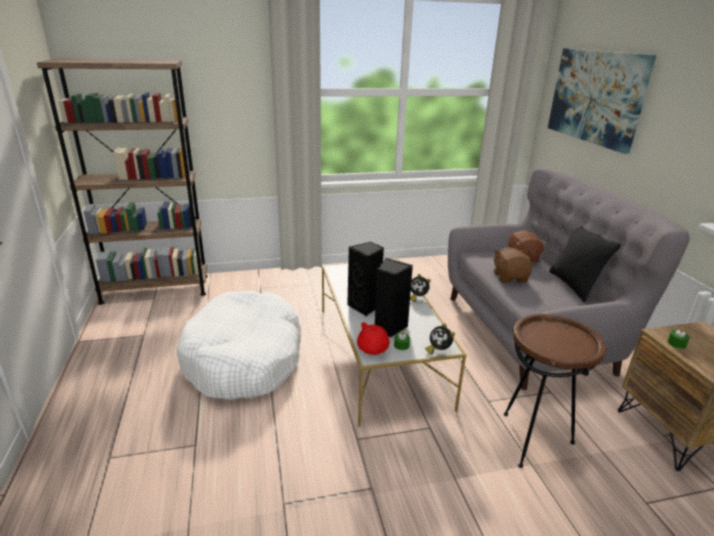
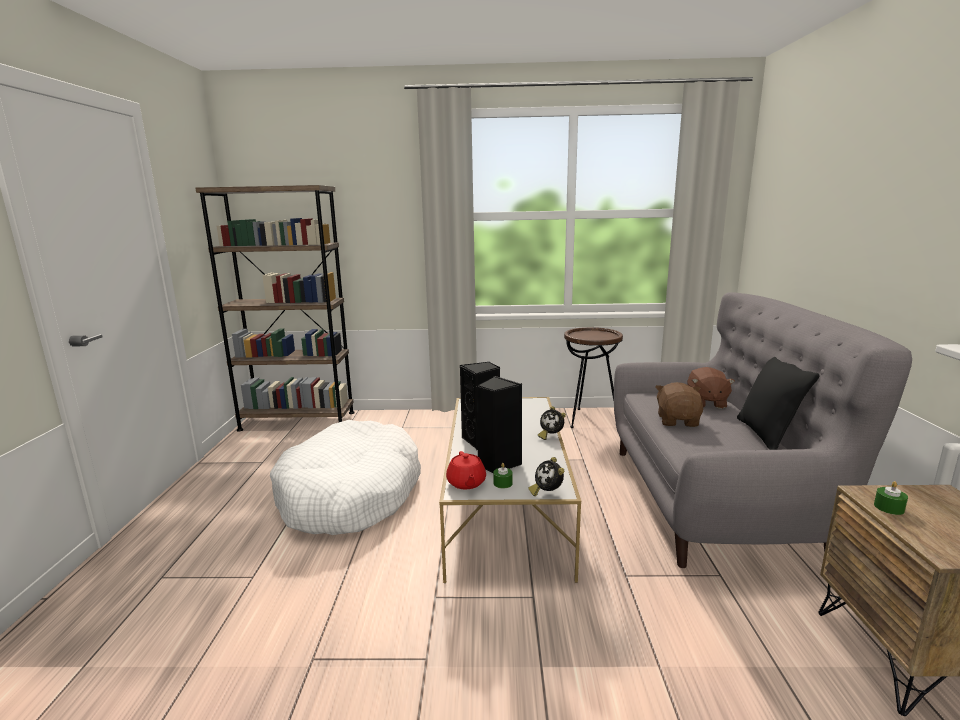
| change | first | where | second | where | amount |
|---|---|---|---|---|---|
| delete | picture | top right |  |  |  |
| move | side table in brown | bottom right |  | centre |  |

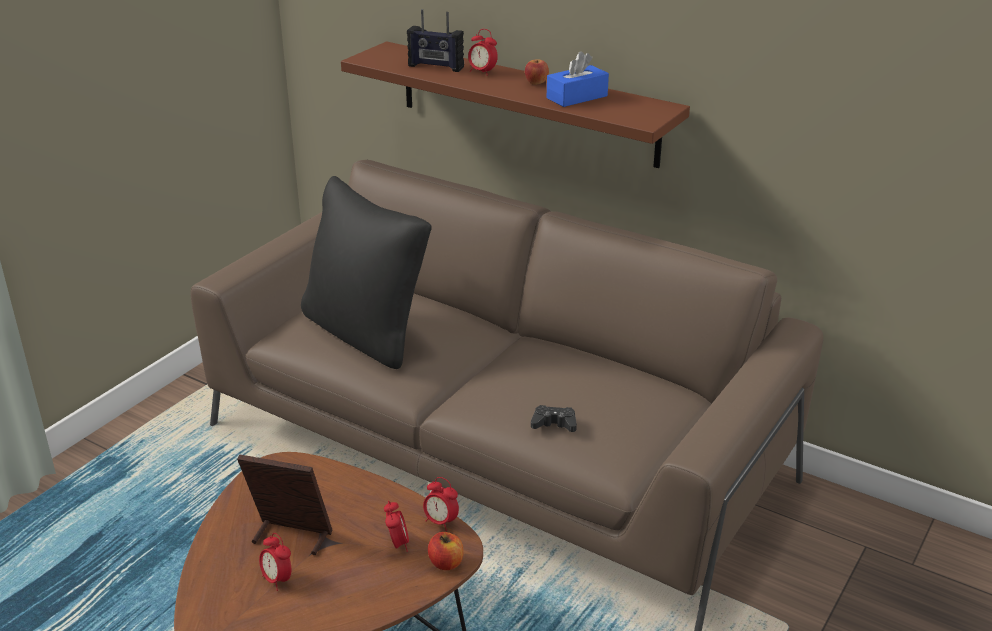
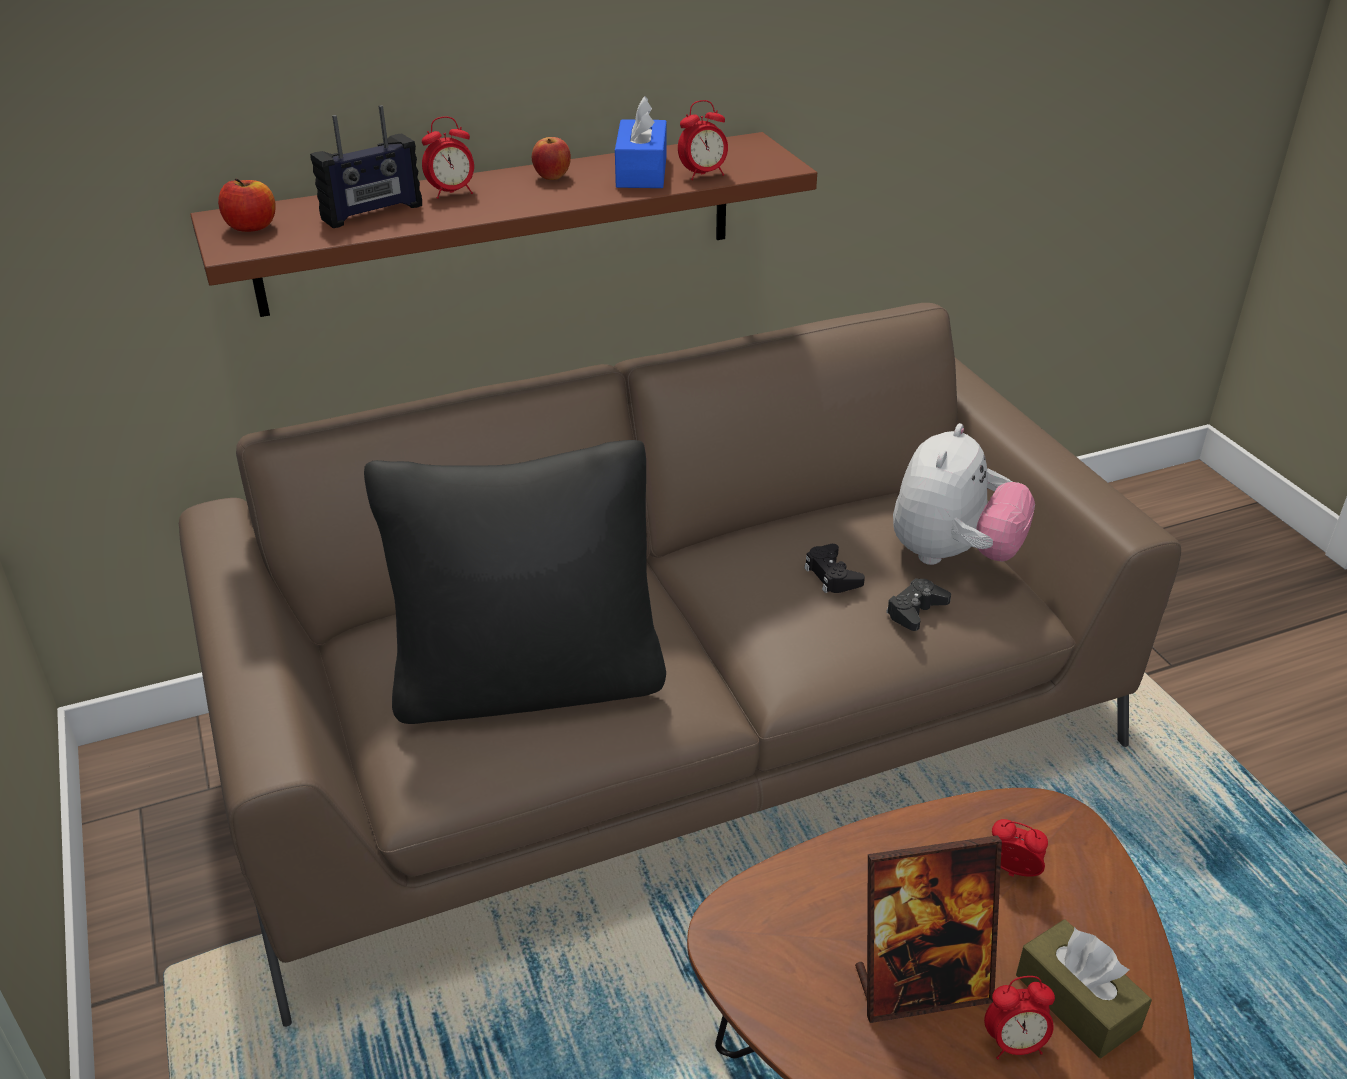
| change | first | where | second | where | amount |
|---|---|---|---|---|---|
| rotate | picture frame | bottom left |  | bottom right | 150 degrees counterclockwise |
| move | alarm clock (3rd from left in the first image) | bottom centre | alarm clock (2nd from left) | top centre |  |
| move | apple (1st from left) | bottom centre |  | top left |  |
| insert |  |  | plush toy | middle right |  |
| insert |  |  | game controller in black (1st from left) | centre |  |
| insert |  |  | tissue box in brown | bottom right |  |

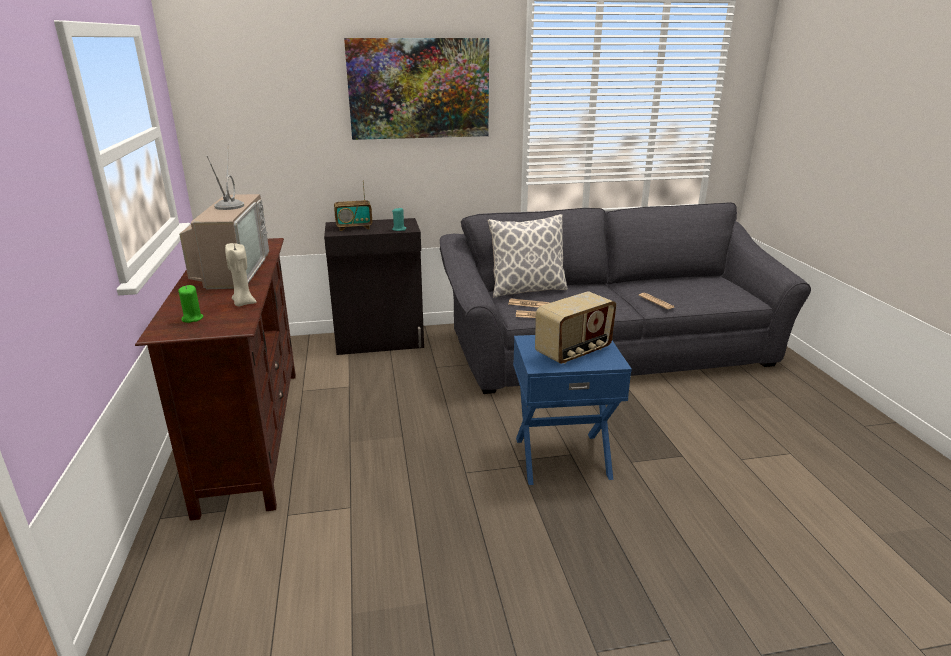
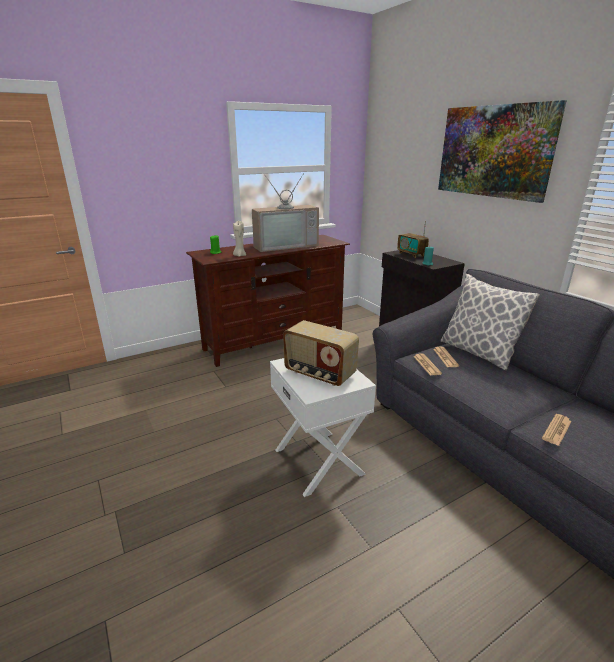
| change | first | where | second | where | amount |
|---|---|---|---|---|---|
| recolor | side table in blue | centre | side table in white | centre |  |

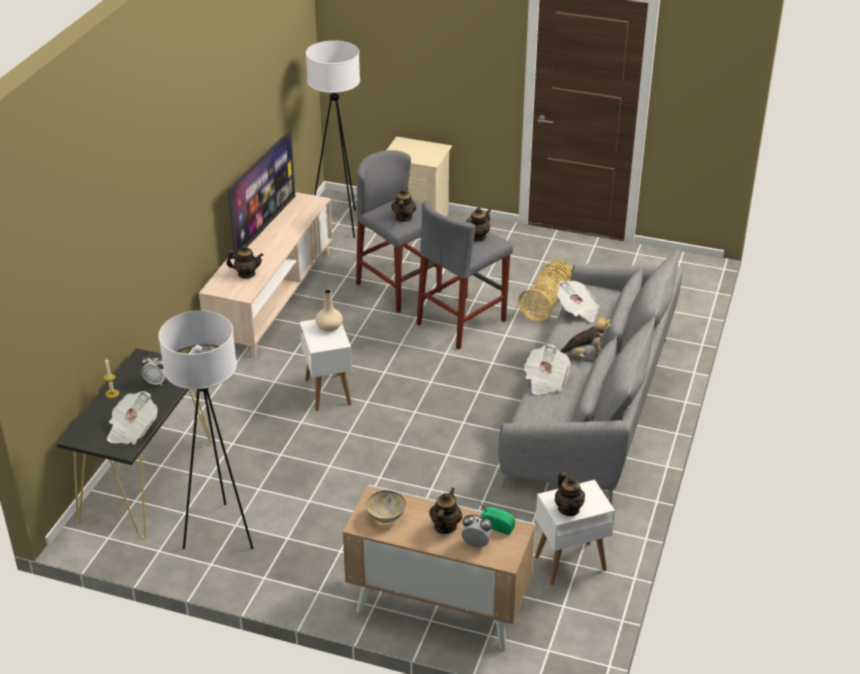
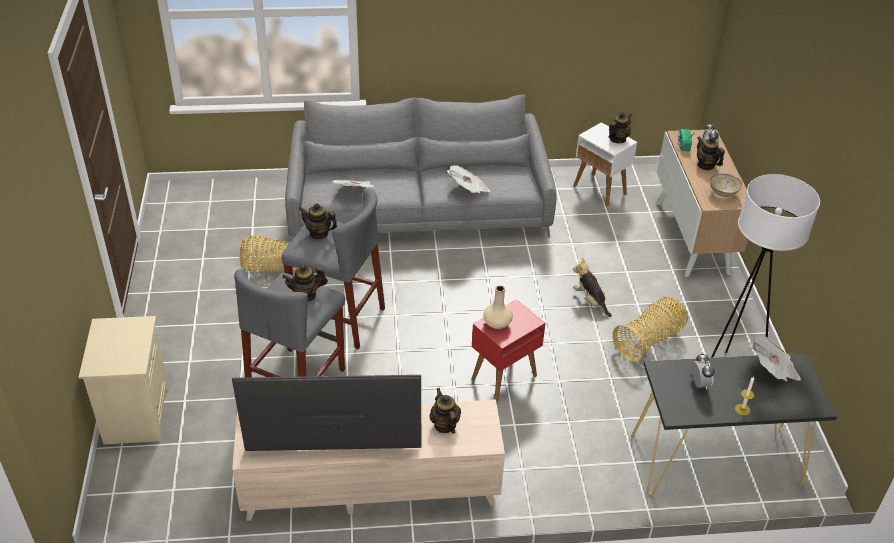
| change | first | where | second | where | amount |
|---|---|---|---|---|---|
| delete | floor lamp in white (2nd from left) | top centre |  |  |  |
| move | plush toy | middle right |  | centre |  |
| recolor | side table in white (1st from left) | centre | side table in red | centre |  |
| rotate | teapot (3rd from left in the first image) | bottom centre | teapot (5th from left) | top right | 60 degrees clockwise |
| insert |  |  | basket (2nd from left) | middle right |  |

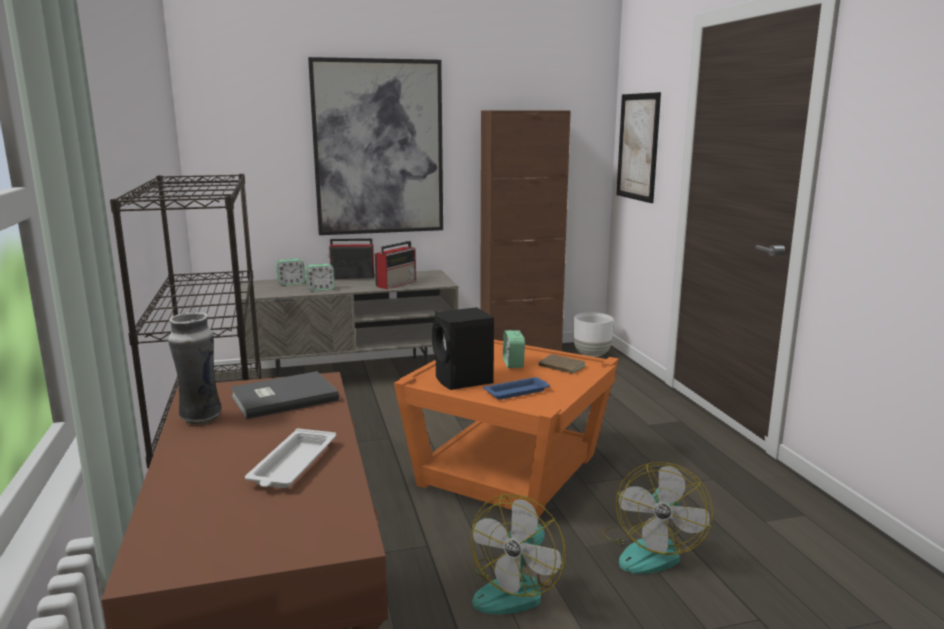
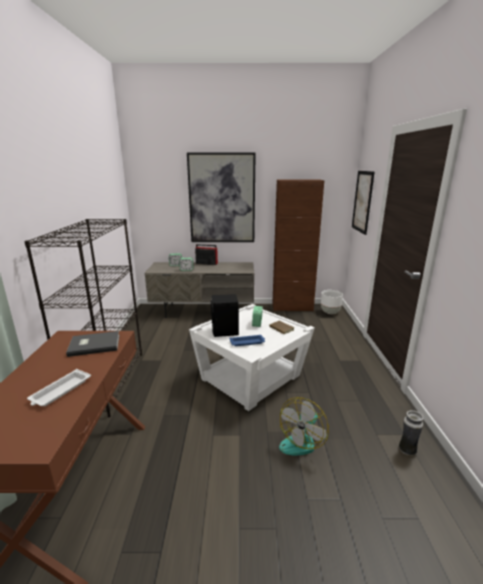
| change | first | where | second | where | amount |
|---|---|---|---|---|---|
| delete | radio (2nd from left) | centre |  |  |  |
| move | vase | middle left |  | bottom right |  |
| recolor | side table in orange | bottom centre | side table in white | centre |  |
| delete | fan (1st from left) | bottom centre |  |  |  |

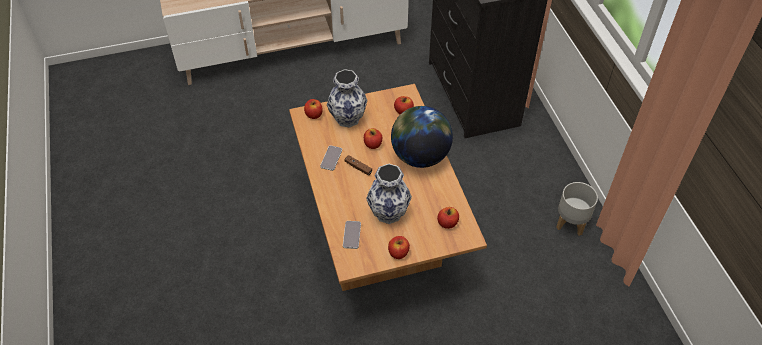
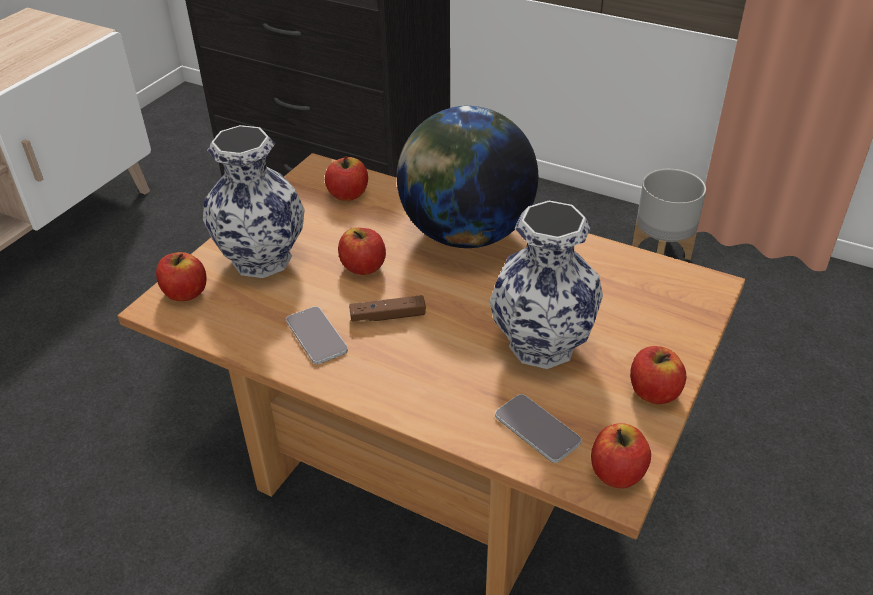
| change | first | where | second | where | amount |
|---|---|---|---|---|---|
| move | apple (5th from left in the first image) | centre | apple (4th from left) | bottom right |  |

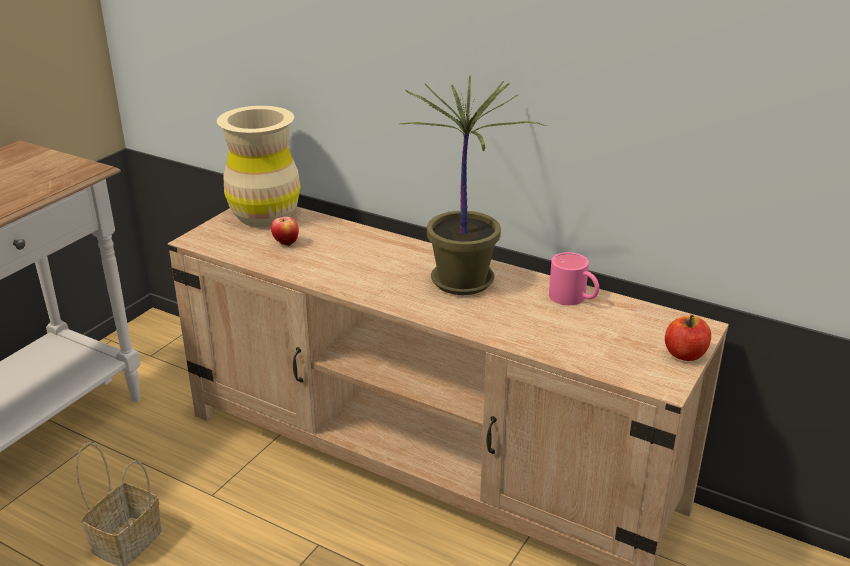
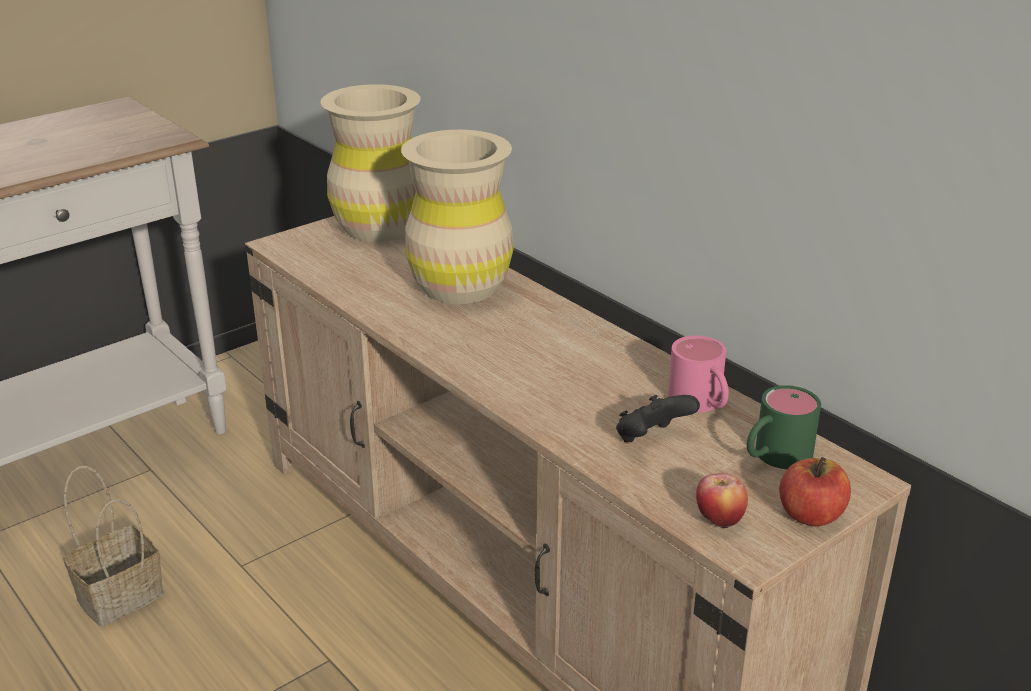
| change | first | where | second | where | amount |
|---|---|---|---|---|---|
| delete | potted plant | top centre |  |  |  |
| move | apple (1st from left) | centre |  | bottom right |  |
| insert |  |  | vase in beige (2nd from left) | top centre |  |
| insert |  |  | mug in green | middle right |  |
| insert |  |  | game controller in black | centre |  |

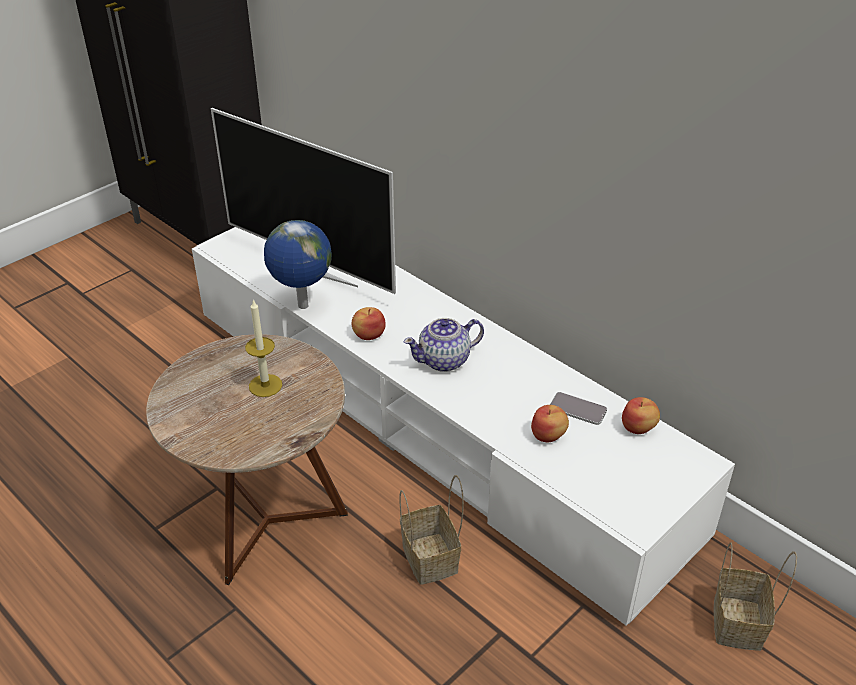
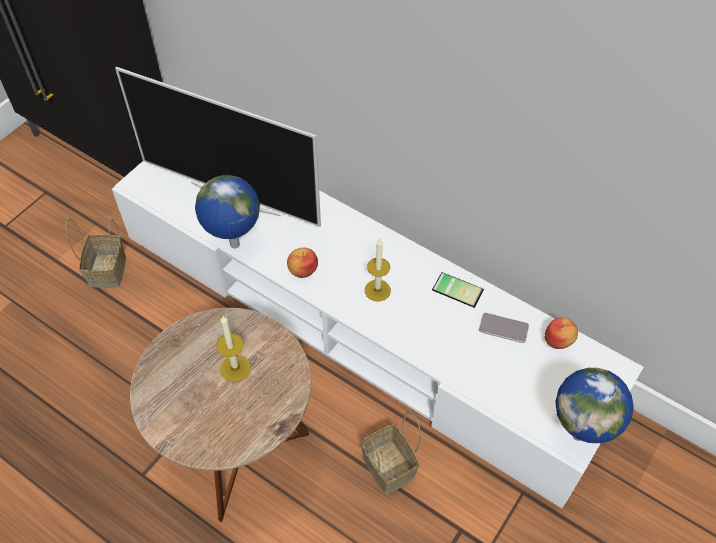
| change | first | where | second | where | amount |
|---|---|---|---|---|---|
| replace | teapot | centre | candle (2nd from left) | centre |  |
| delete | apple (2nd from left) | centre |  |  |  |
| move | basket (2nd from left in the first image) | bottom right | basket (1st from left) | middle left |  |
| insert |  |  | phone (1st from left) | centre |  |
| insert |  |  | globe (2nd from left) | bottom right |  |

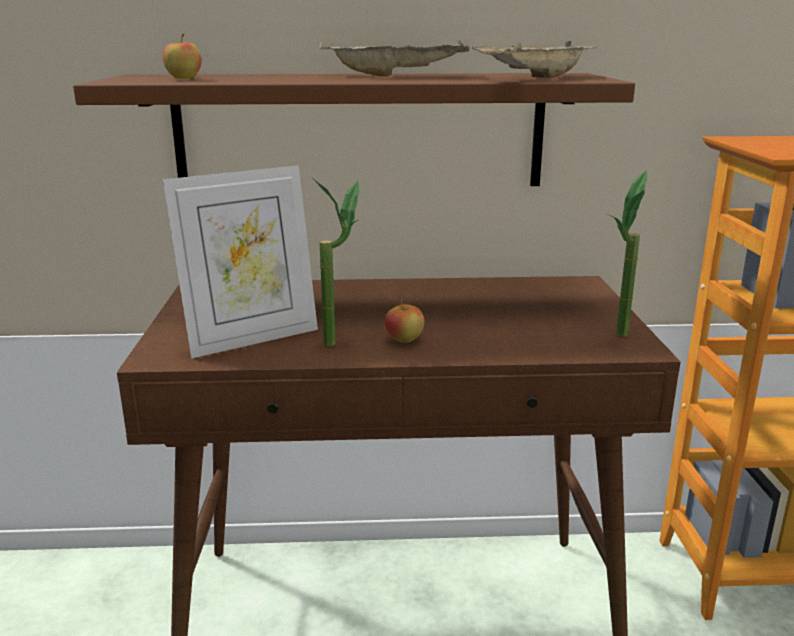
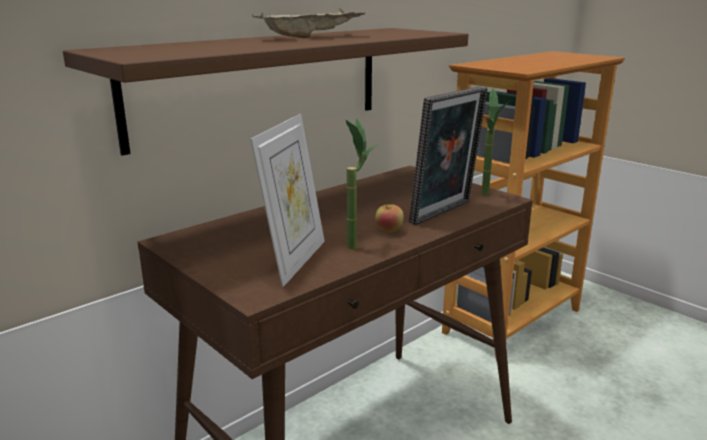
| change | first | where | second | where | amount |
|---|---|---|---|---|---|
| delete | apple (1st from left) | top left |  |  |  |
| delete | tray in beige (2nd from left) | top right |  |  |  |
| insert |  |  | picture frame (2nd from left) | centre |  |

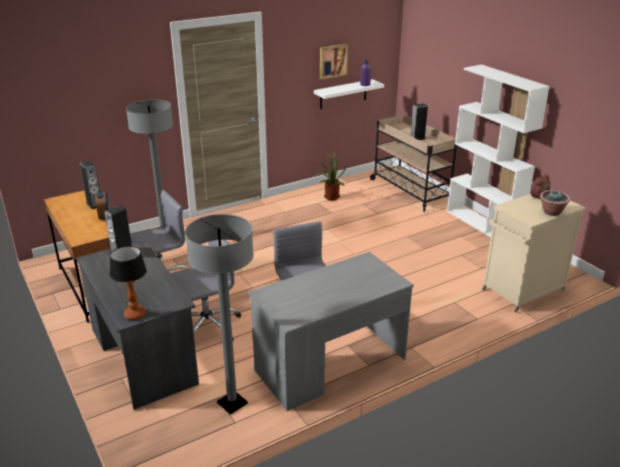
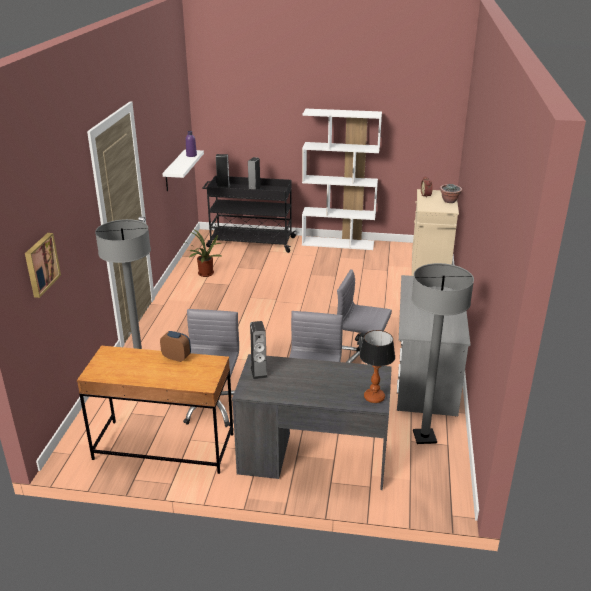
| change | first | where | second | where | amount |
|---|---|---|---|---|---|
| move | picture | top centre |  | middle left |  |
| recolor | cart in beige | centre | cart in black | centre |  |
| move | speaker (1st from left) | middle left |  | top centre |  |

